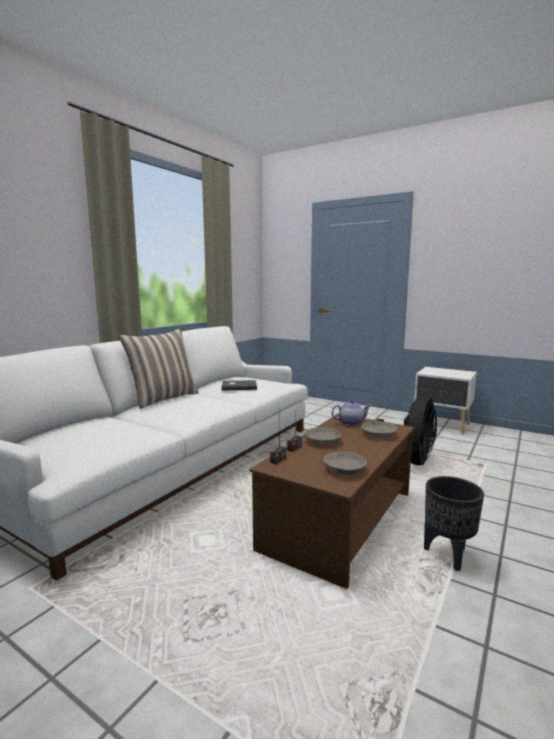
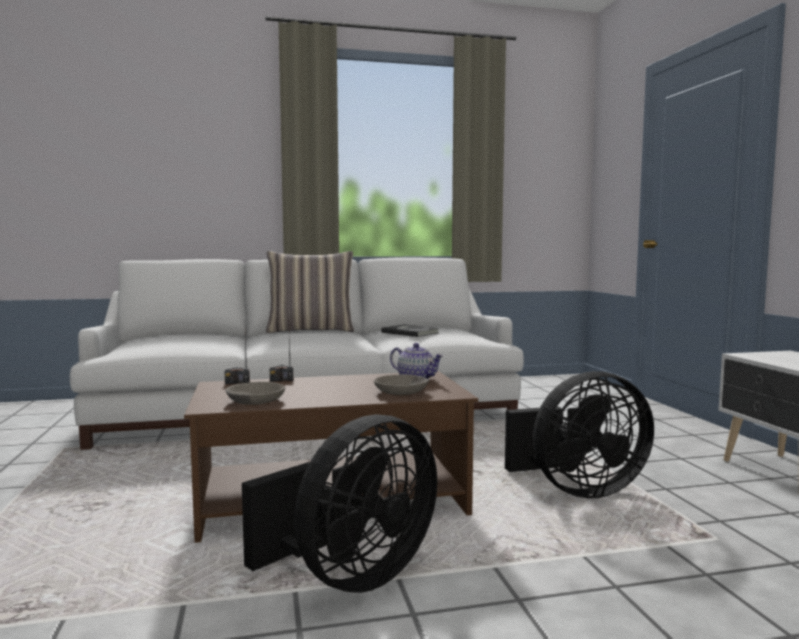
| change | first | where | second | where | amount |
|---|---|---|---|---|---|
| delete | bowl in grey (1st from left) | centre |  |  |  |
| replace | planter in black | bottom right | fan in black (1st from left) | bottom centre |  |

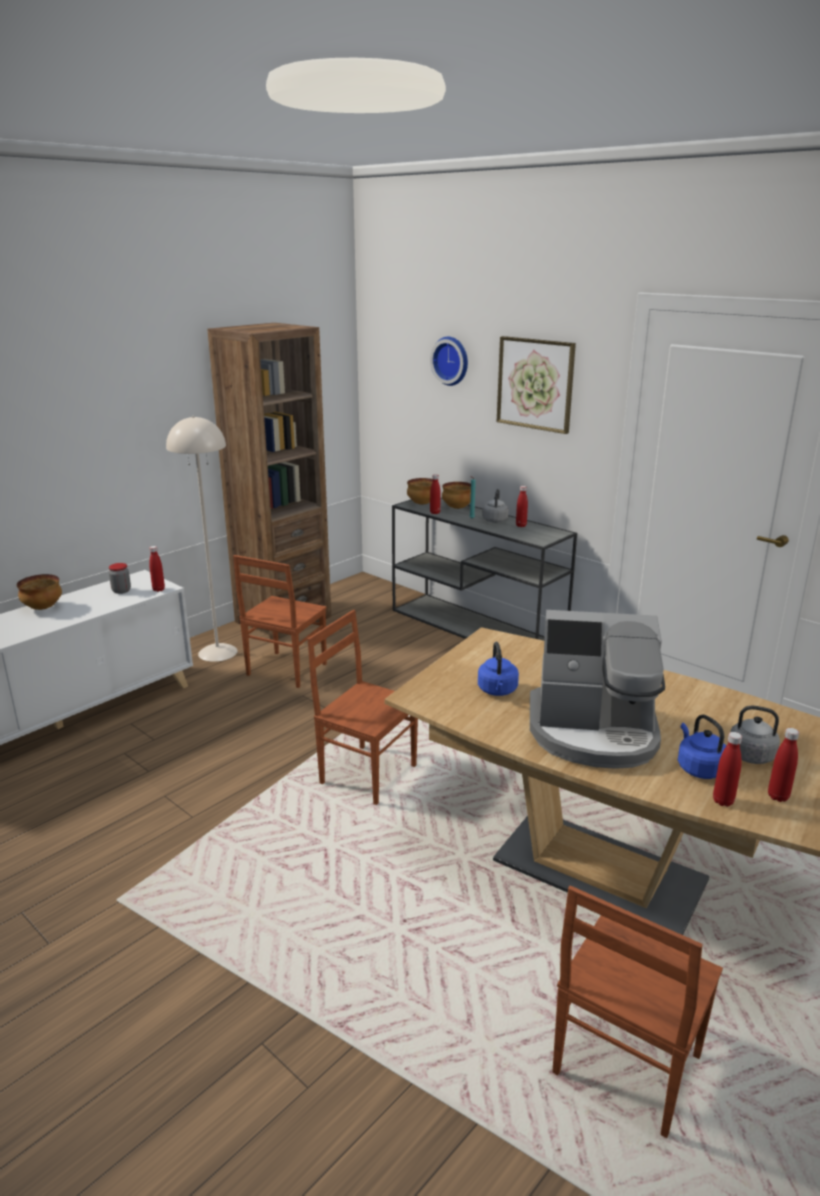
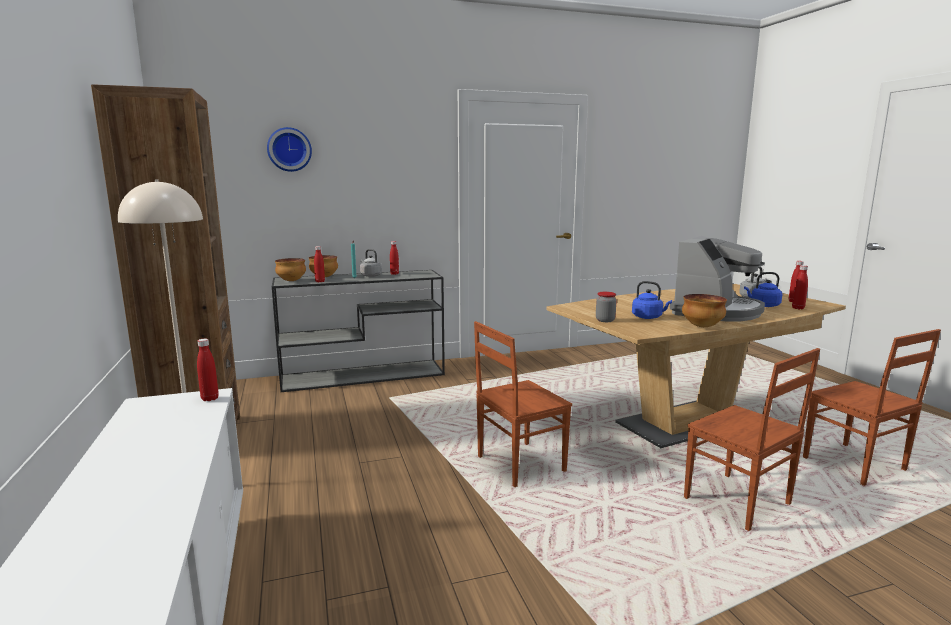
| change | first | where | second | where | amount |
|---|---|---|---|---|---|
| delete | picture | top centre |  |  |  |
| move | chair in brown (1st from left in the first image) | centre | chair in brown (2nd from left) | bottom right |  |
| move | jar | middle left |  | centre |  |
| move | bowl (1st from left in the first image) | middle left | bowl (3rd from left) | middle right |  |

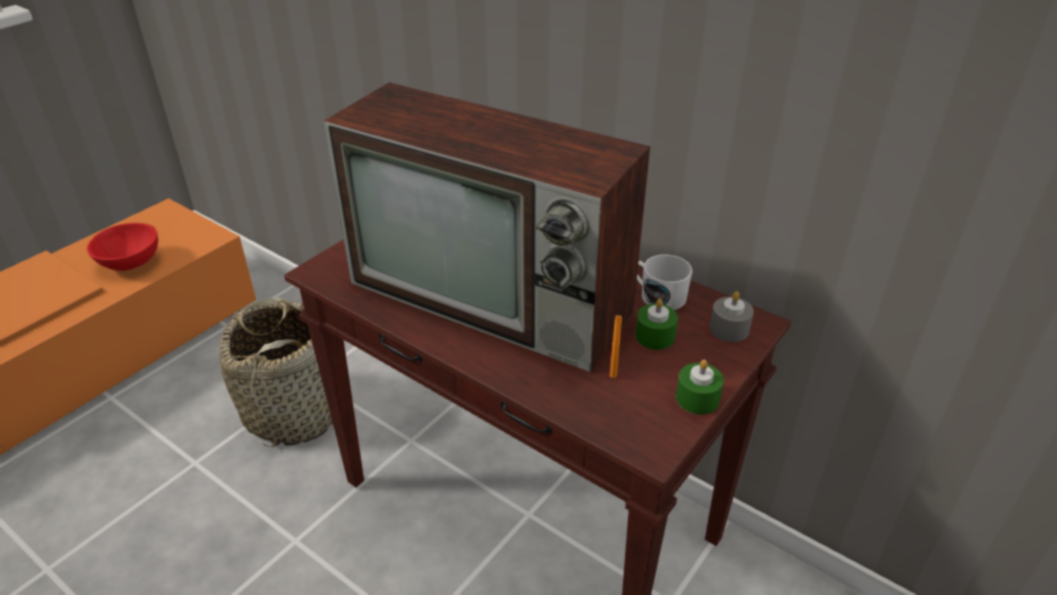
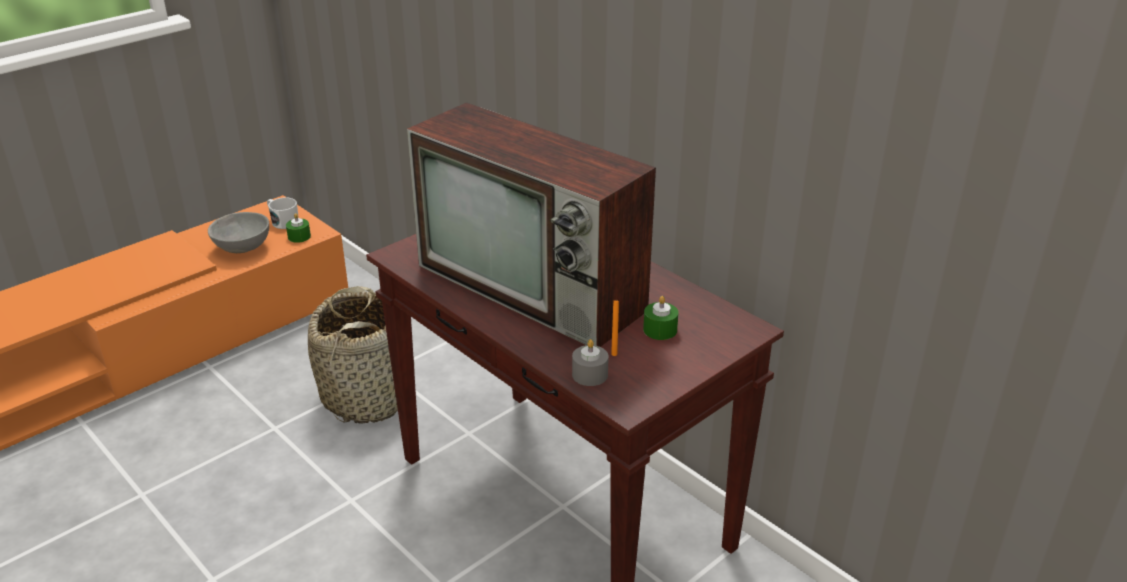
| change | first | where | second | where | amount |
|---|---|---|---|---|---|
| recolor | bowl in red | middle left | bowl in grey | middle left |  |
| move | mug in white | centre |  | middle left |  |
| move | candle in grey | middle right |  | centre |  |
| move | candle in green (2nd from left in the first image) | centre | candle in green (1st from left) | middle left |  |

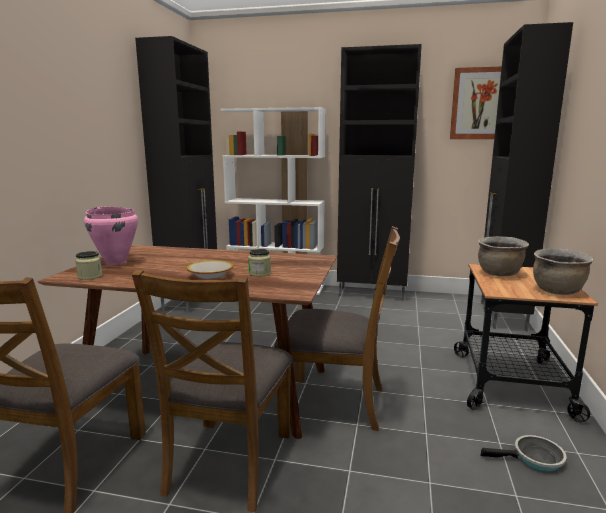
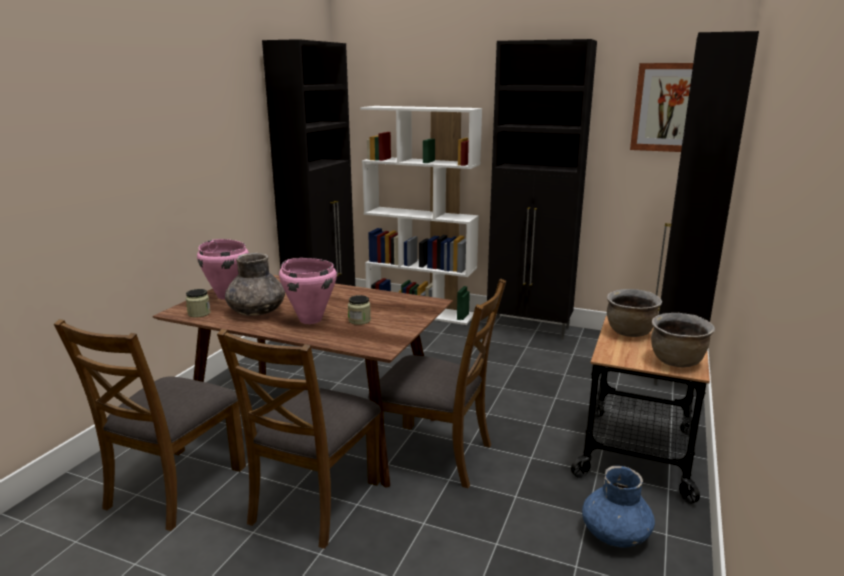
| change | first | where | second | where | amount |
|---|---|---|---|---|---|
| replace | bowl | centre | cooking pot in pink (2nd from left) | centre |  |
| replace | frying pan | bottom right | vase in blue | bottom right |  |
| insert |  |  | vase in grey | middle left |  |

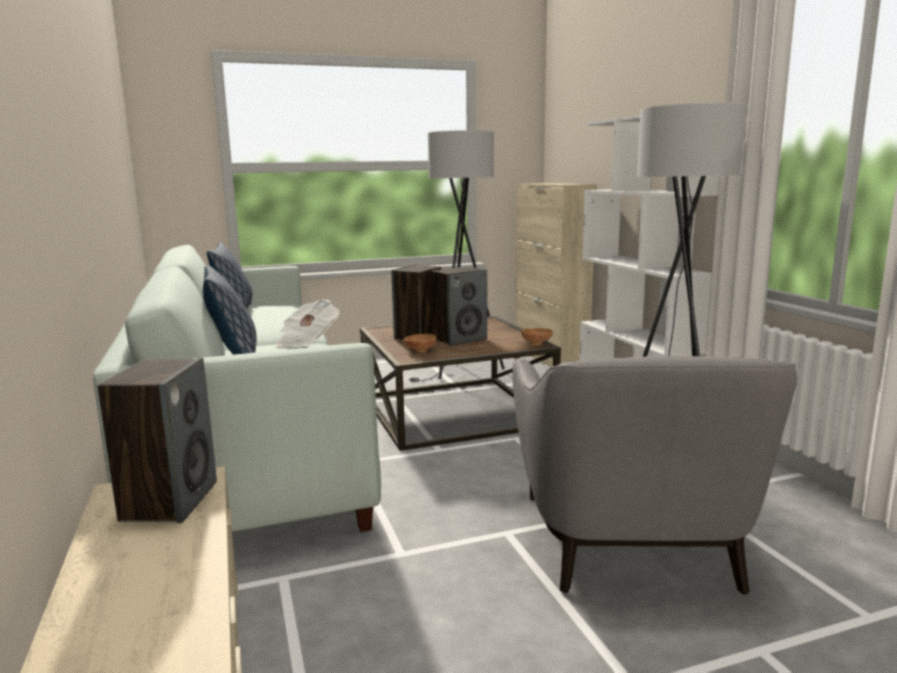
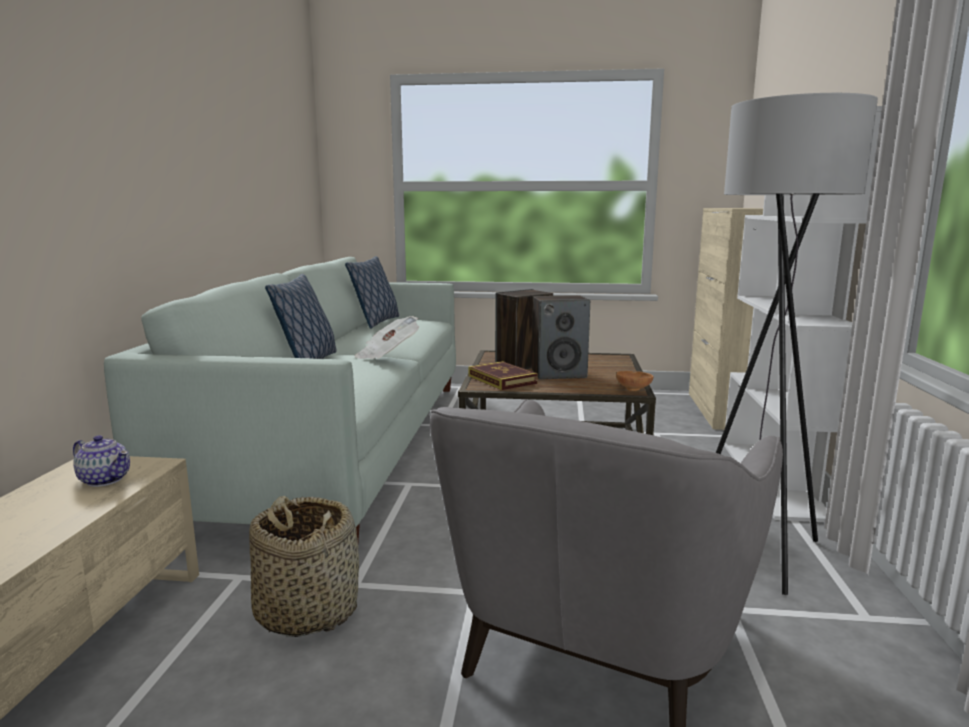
| change | first | where | second | where | amount |
|---|---|---|---|---|---|
| delete | floor lamp in grey (1st from left) | centre |  |  |  |
| replace | bowl in brown (1st from left) | centre | book | centre |  |
| replace | speaker (1st from left) | middle left | teapot | middle left |  |
| insert |  |  | basket | bottom left |  |

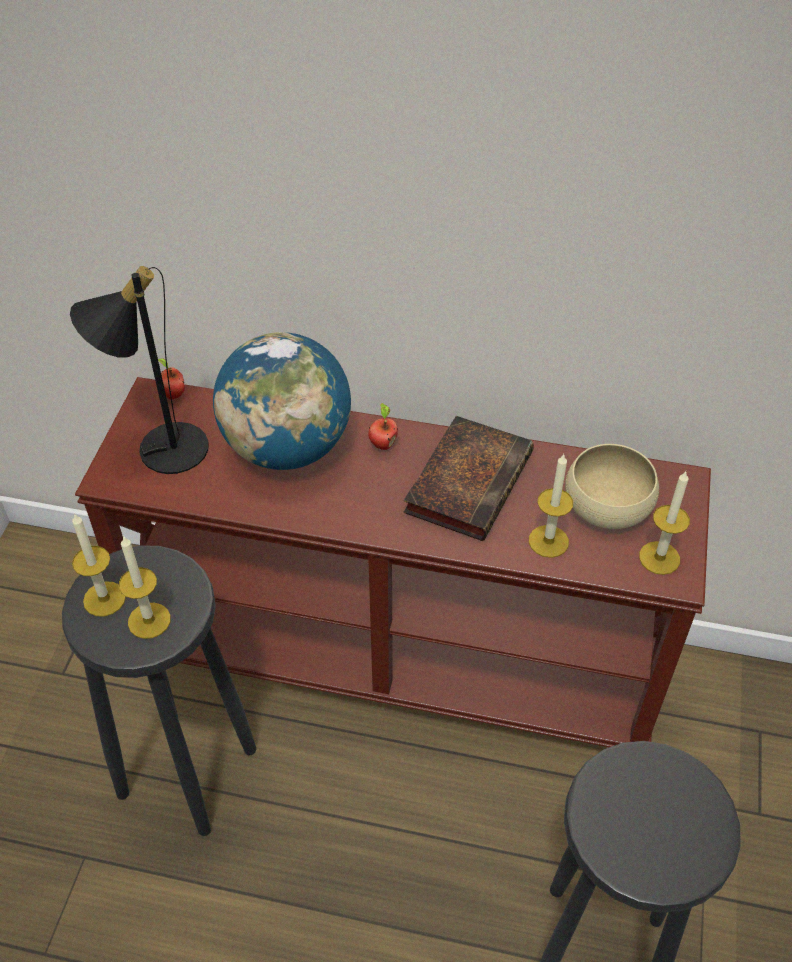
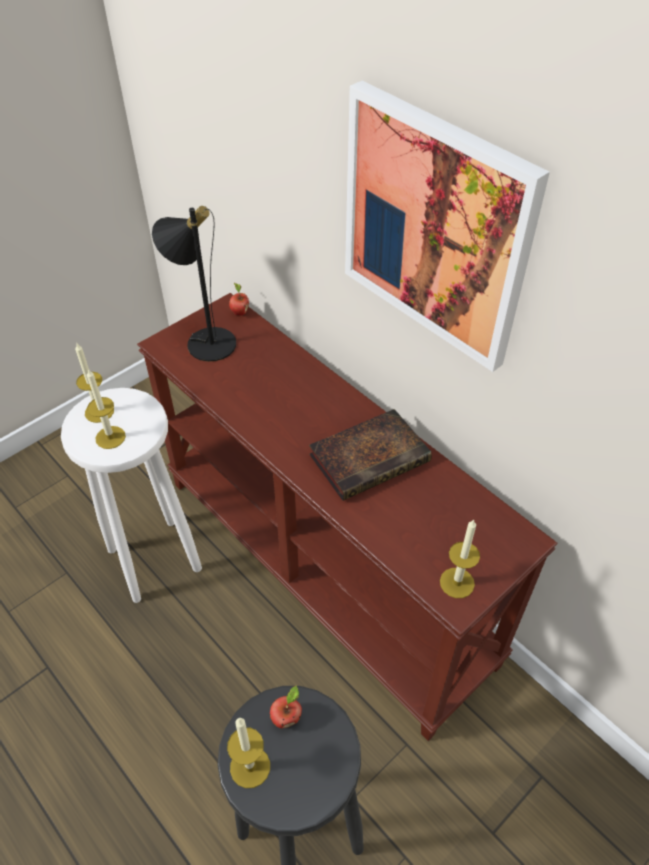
| change | first | where | second | where | amount |
|---|---|---|---|---|---|
| delete | globe | centre |  |  |  |
| move | apple (2nd from left) | centre |  | bottom centre |  |
| delete | bowl in beige | middle right |  |  |  |
| move | candle (3rd from left) | middle right |  | bottom centre |  |
| recolor | stool in black (1st from left) | bottom left | stool in white | middle left |  |
| insert |  |  | picture | top right |  |

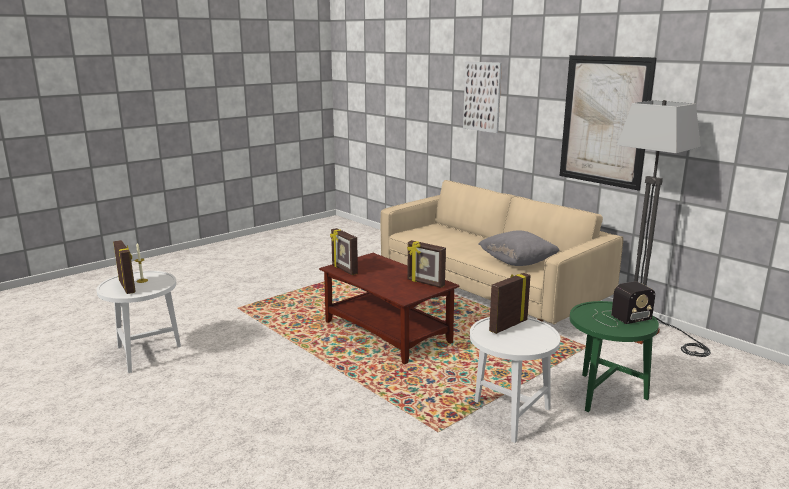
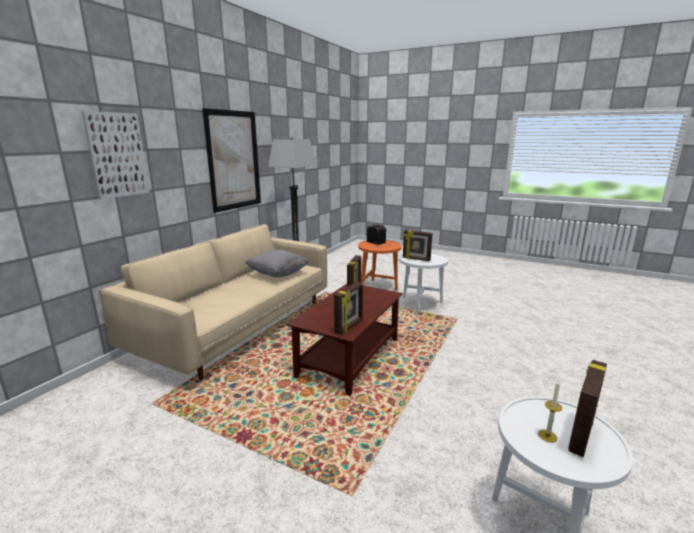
| change | first | where | second | where | amount |
|---|---|---|---|---|---|
| recolor | side table in green | bottom right | side table in orange | centre |  |

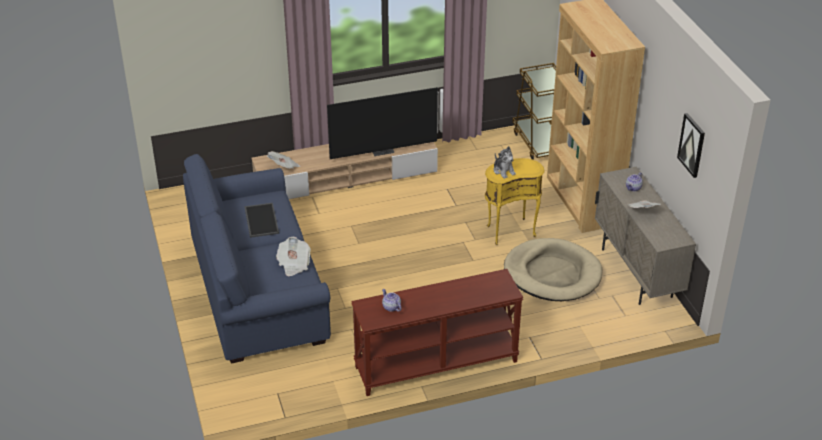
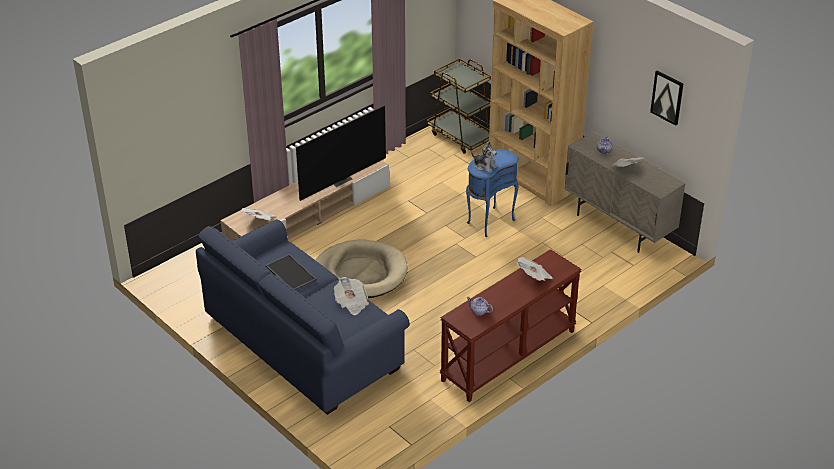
| change | first | where | second | where | amount |
|---|---|---|---|---|---|
| recolor | side table in yellow | centre | side table in blue | centre |  |
| move | dog bed in beige | middle right |  | centre |  |
| insert |  |  | newspaper (3rd from left) | centre |  |

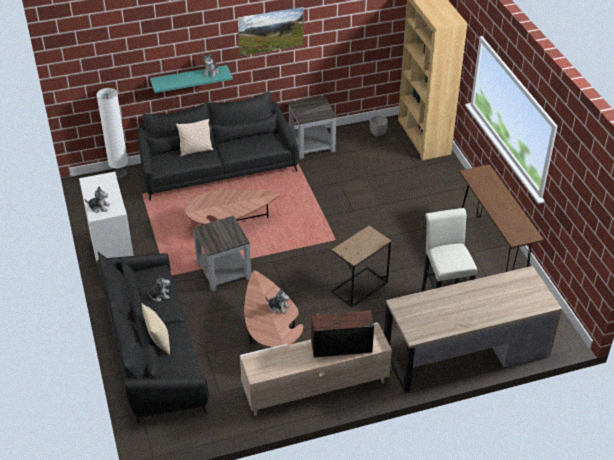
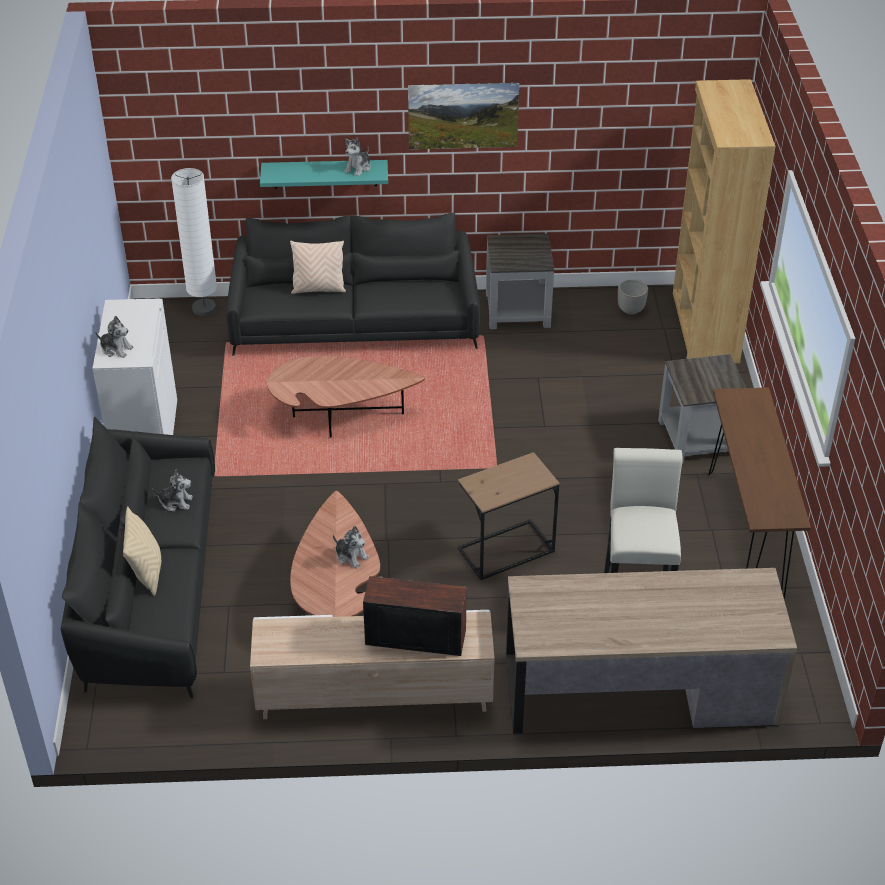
| change | first | where | second | where | amount |
|---|---|---|---|---|---|
| move | side table in grey (1st from left in the first image) | centre | side table in grey (2nd from left) | middle right |  |

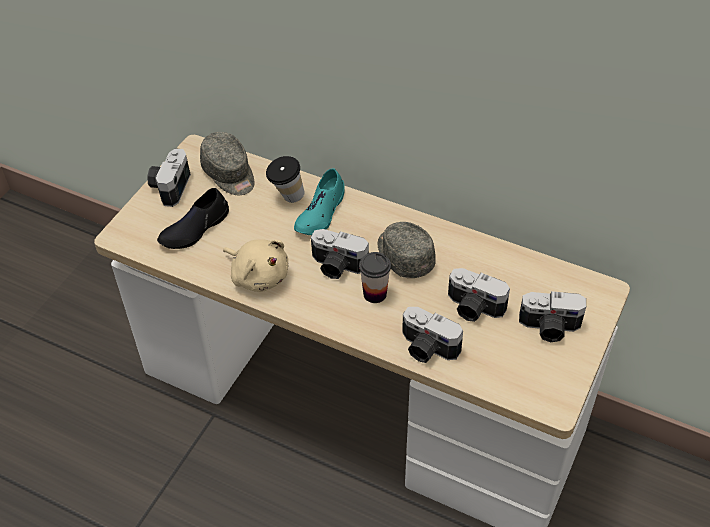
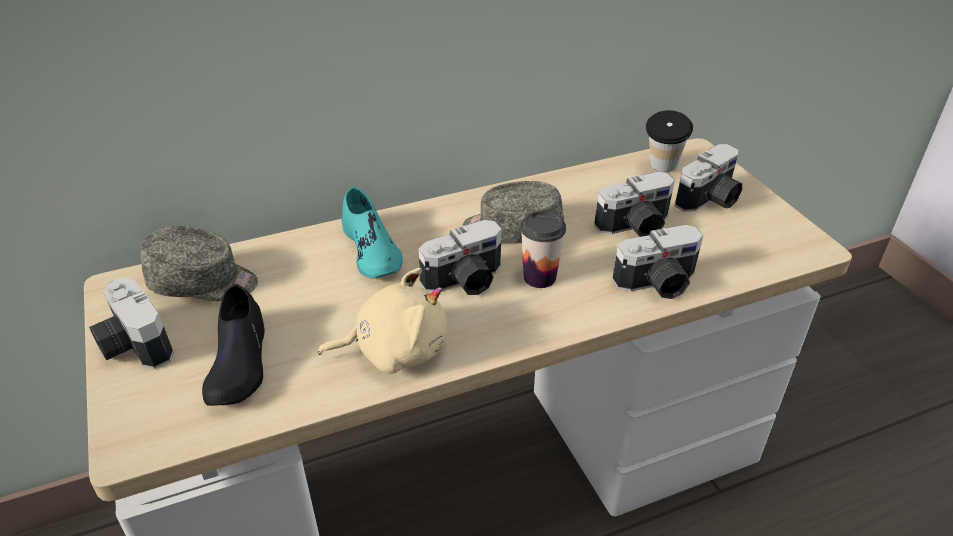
| change | first | where | second | where | amount |
|---|---|---|---|---|---|
| move | cup (1st from left in the first image) | centre | cup (2nd from left) | top right |  |

